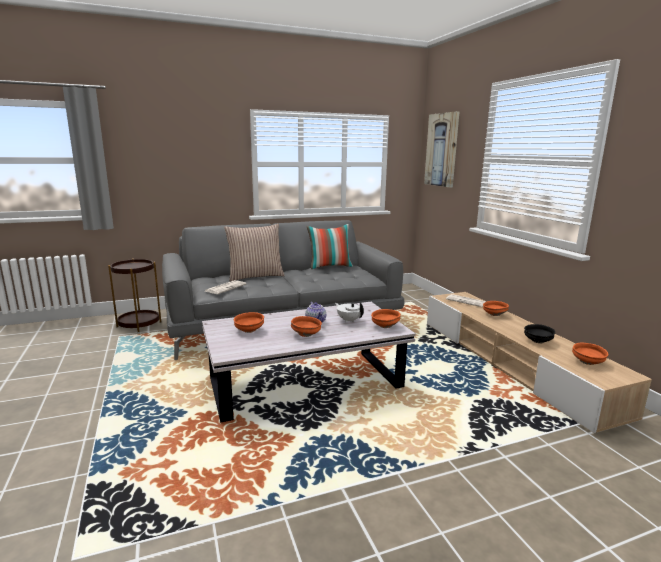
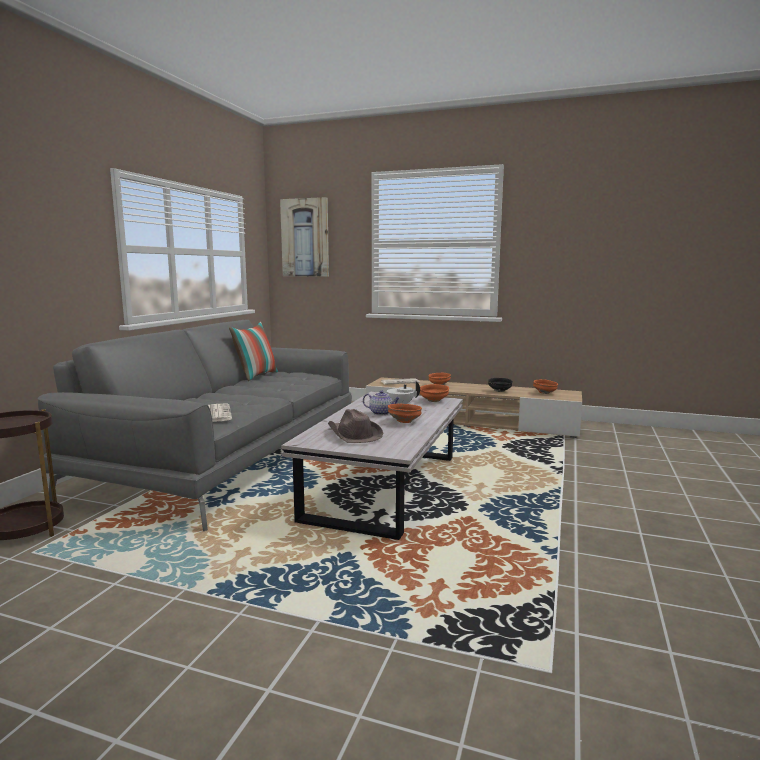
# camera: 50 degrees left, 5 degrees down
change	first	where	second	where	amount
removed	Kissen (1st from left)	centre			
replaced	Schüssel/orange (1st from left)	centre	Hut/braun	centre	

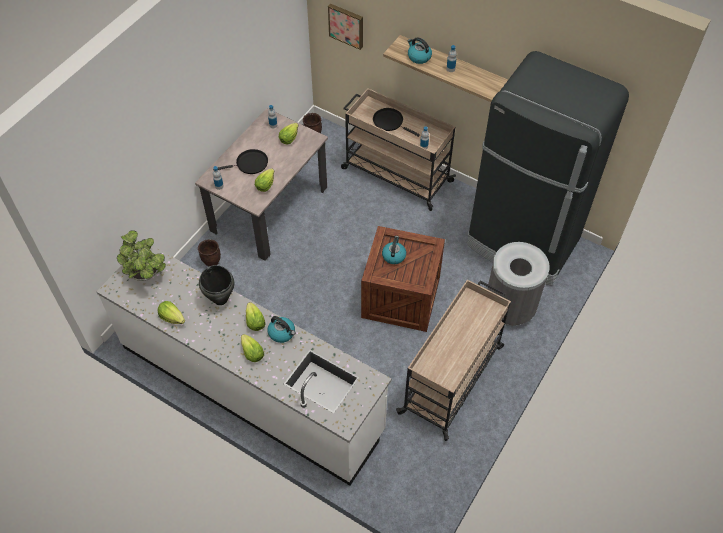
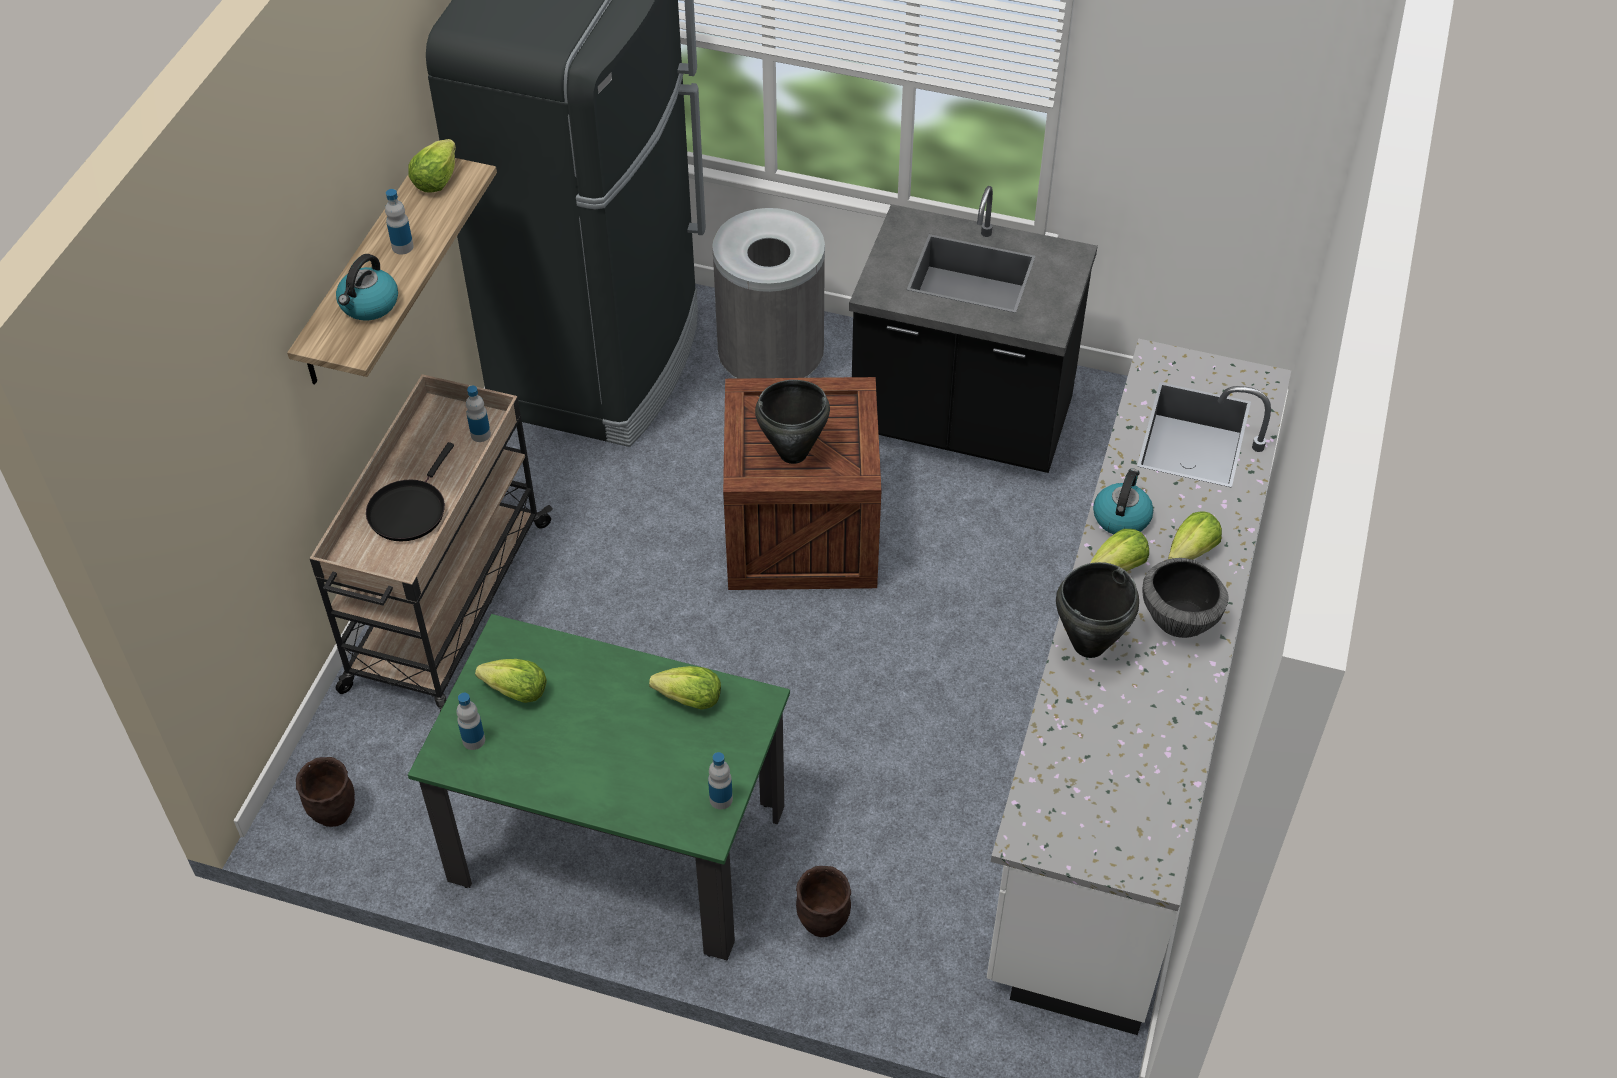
# camera: 105 degrees left, 5 degrees down
change	first	where	second	where	amount
removed	Topfpflanze	middle left			
moved	Salatkopf (1st from left)	middle left		top left	
recoloured	Esstisch/beige	centre	Esstisch/grün	bottom centre	
removed	Pfanne/schwarz (1st from left)	top left			
removed	Bild	top centre			
replaced	Wasserkessel (2nd from left)	centre	Kochtopf/schwarz (1st from left)	centre	
replaced	Rollwagen/beige (2nd from left)	bottom centre	Küchenzeile/schwarz	top centre	
added			Schüssel	middle right	

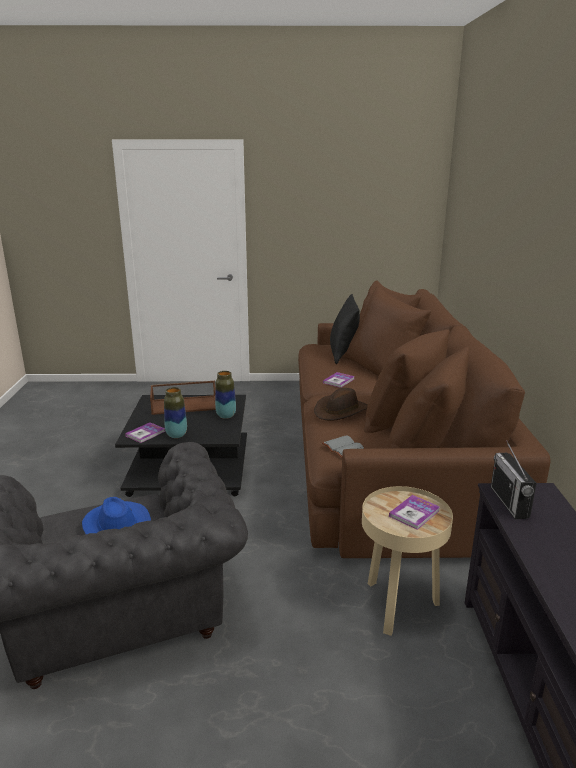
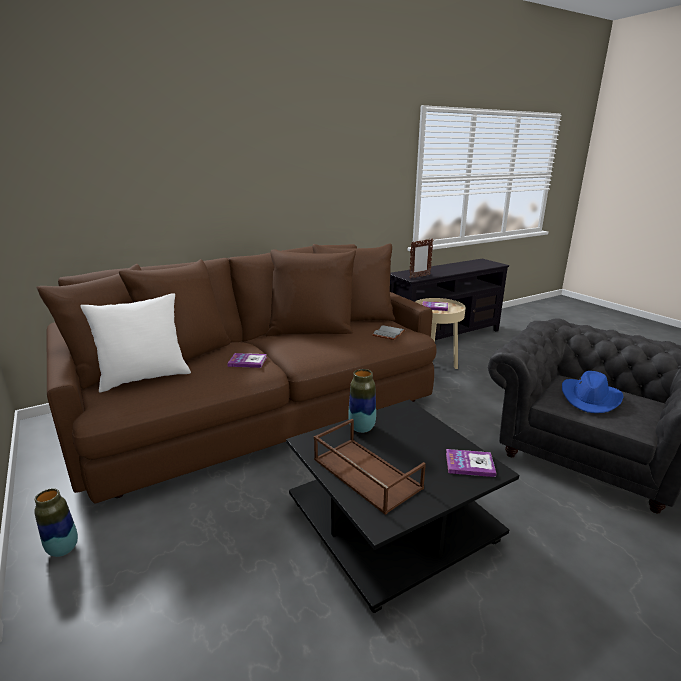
# camera: 120 degrees left, 0 degrees up
change	first	where	second	where	amount
moved	Vase (1st from left)	middle left		bottom left	
removed	Hut/braun	centre			
recoloured	Kissen/schwarz	centre	Kissen/weiß	middle left	
replaced	Radio	middle right	Bilderrahmen	centre	

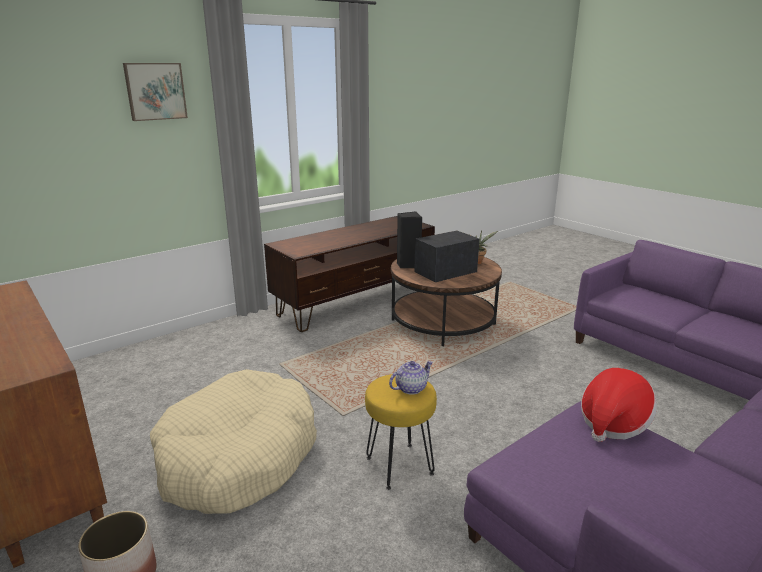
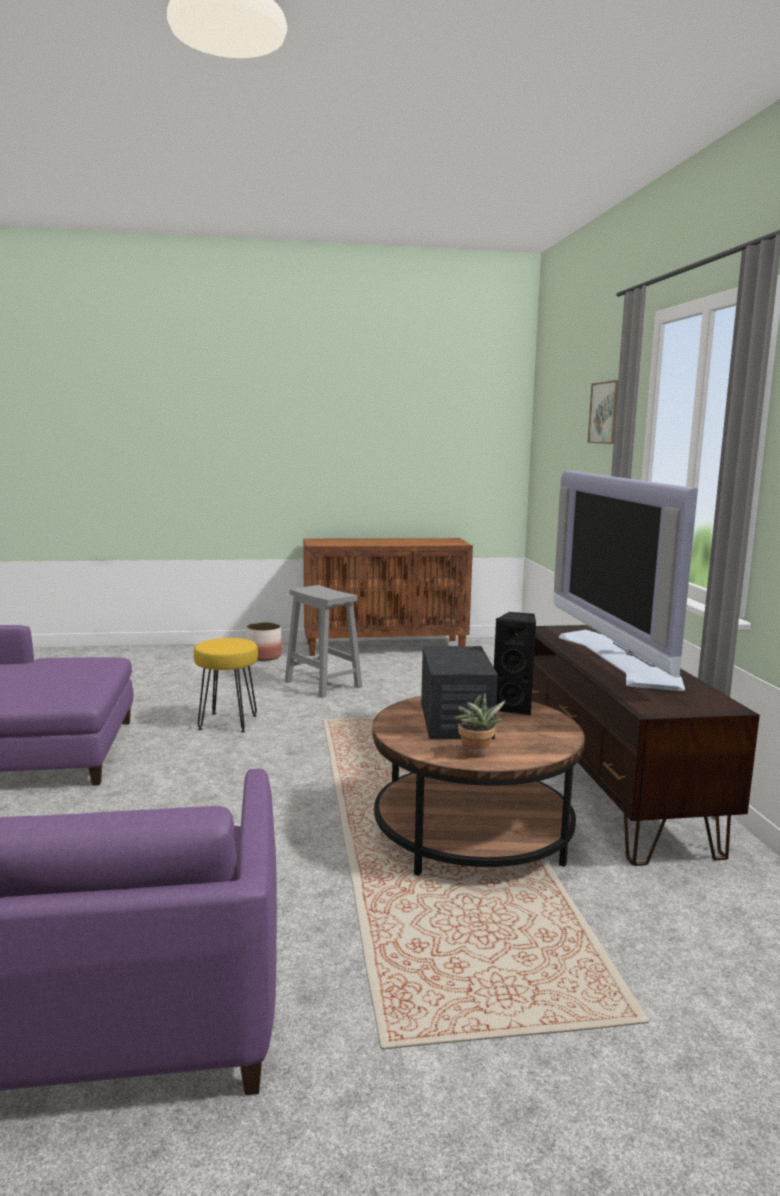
# camera: 120 degrees right, 10 degrees down
change	first	where	second	where	amount
replaced	Hundebett/beige	bottom left	Hocker/grau	centre	
removed	Teekanne	centre			
removed	Hut	bottom right			
added			Fernseher	middle right	

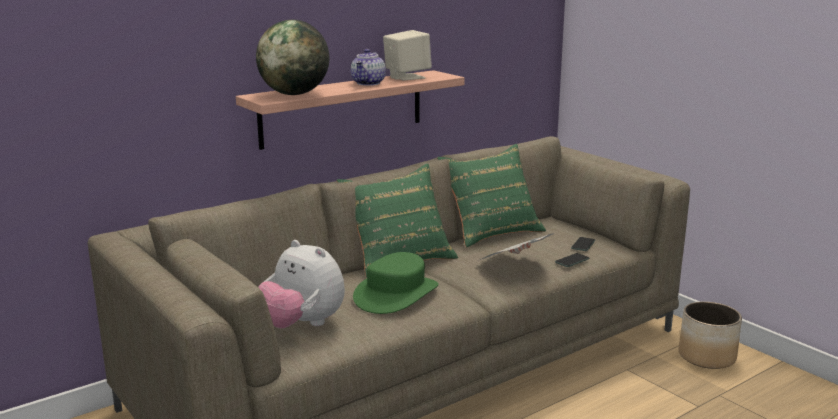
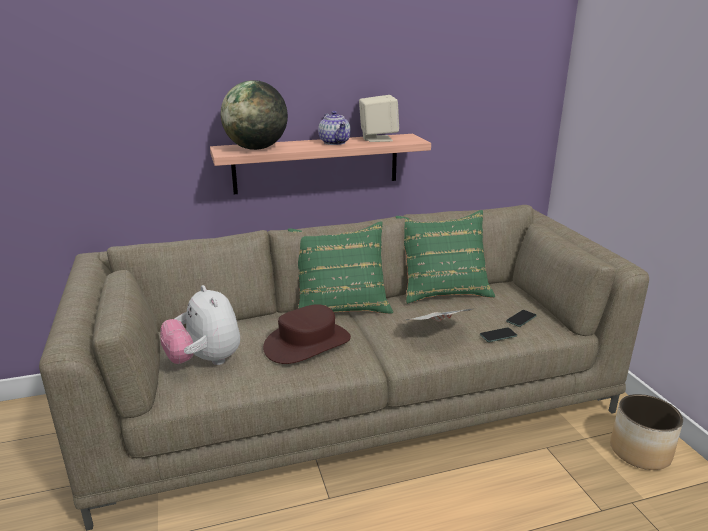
# camera: 20 degrees right, 5 degrees up
change	first	where	second	where	amount
turned	Teekanne	top centre		top centre	60 degrees counterclockwise
recoloured	Hut/grün	bottom centre	Hut/braun	centre	

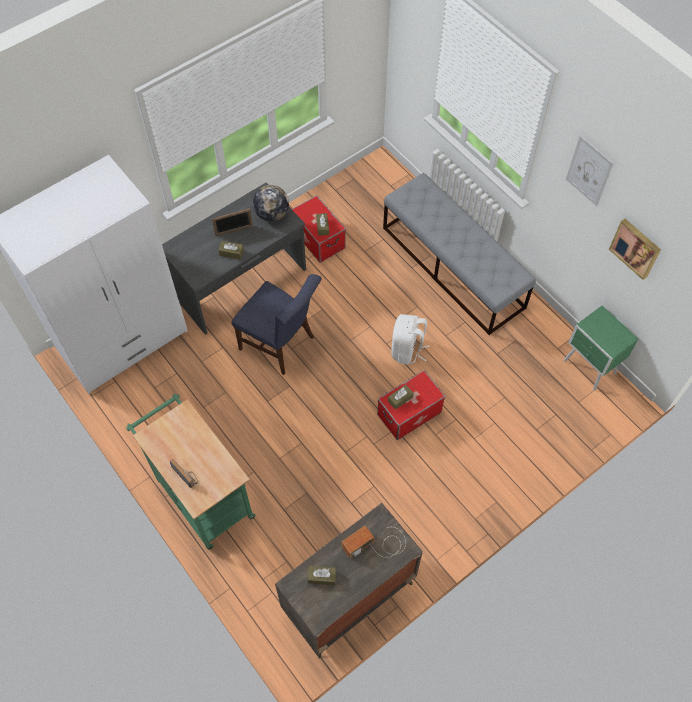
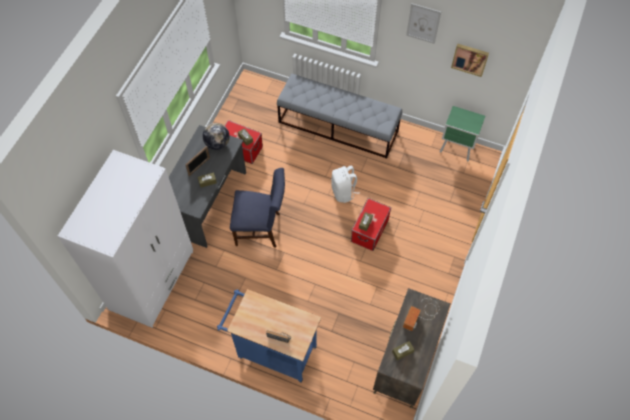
# camera: 30 degrees left, 0 degrees up
change	first	where	second	where	amount
recoloured	Rollwagen/grün	bottom left	Rollwagen/blau	bottom centre	

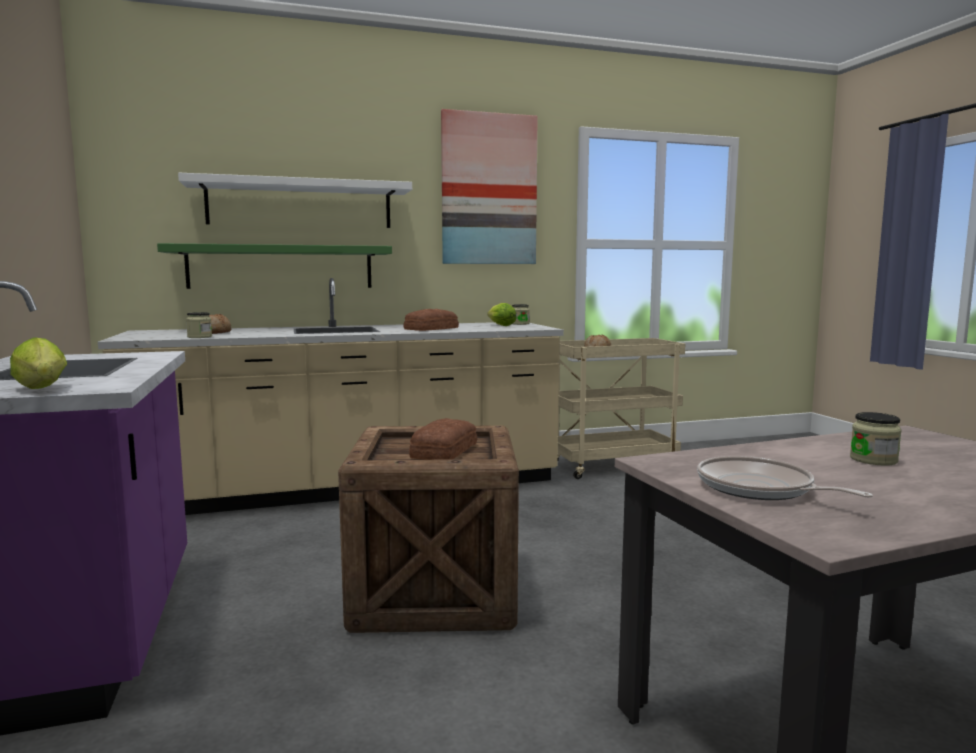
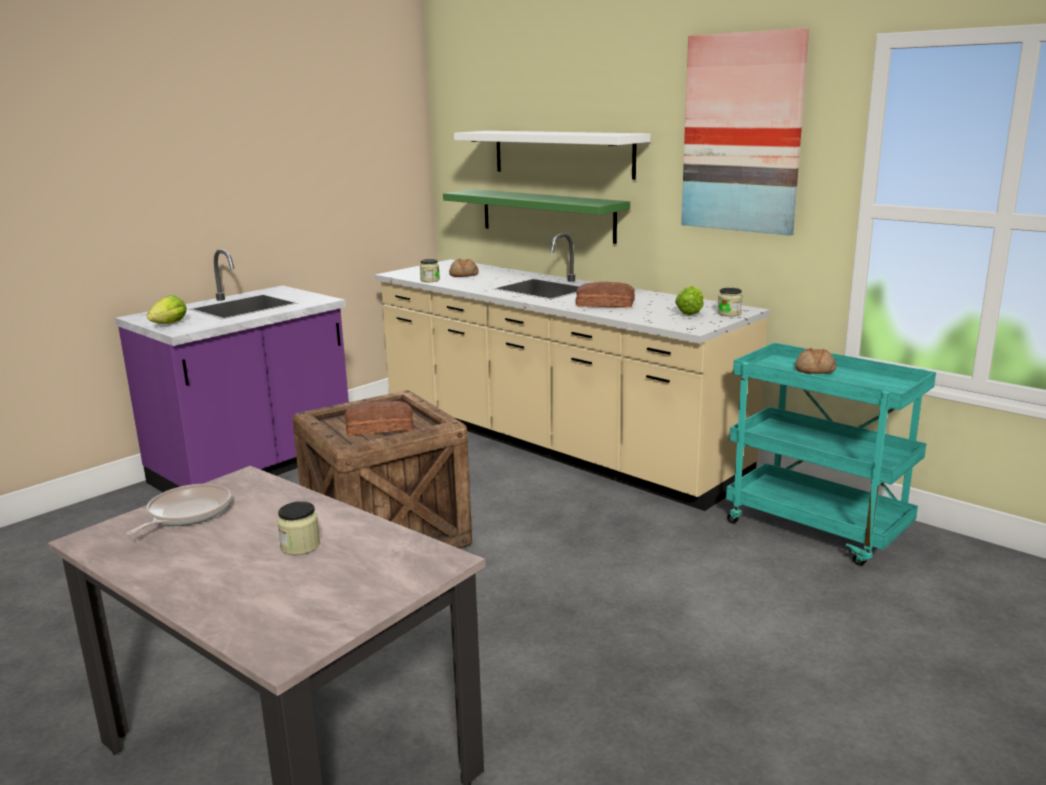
# camera: 60 degrees right, 10 degrees up
change	first	where	second	where	amount
recoloured	Rollwagen/beige	centre	Rollwagen/türkis	middle right	

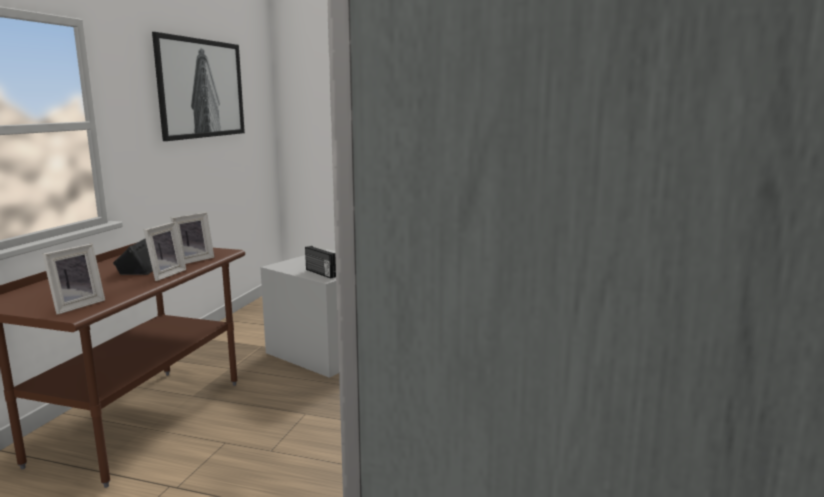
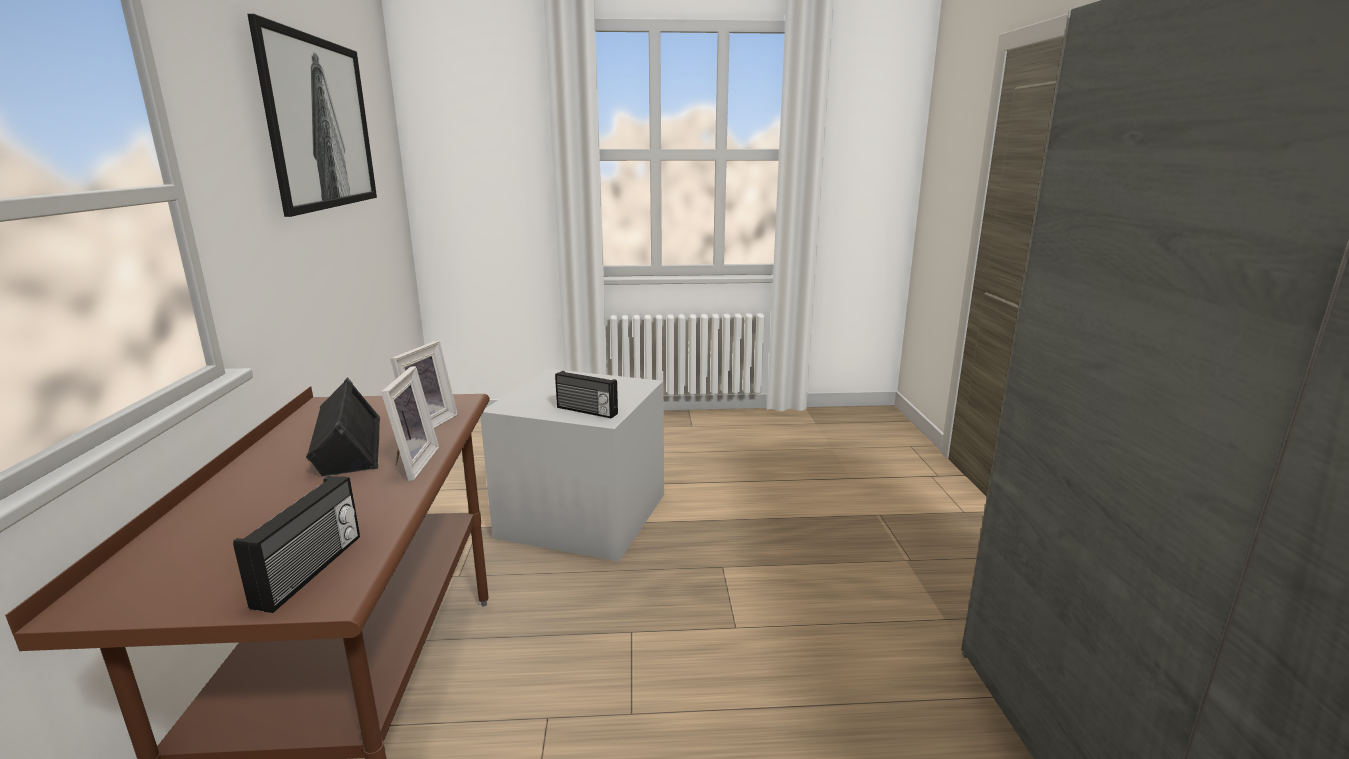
# camera: 20 degrees left, 5 degrees up
change	first	where	second	where	amount
replaced	Bilderrahmen (1st from left)	middle left	Radio (1st from left)	bottom left	

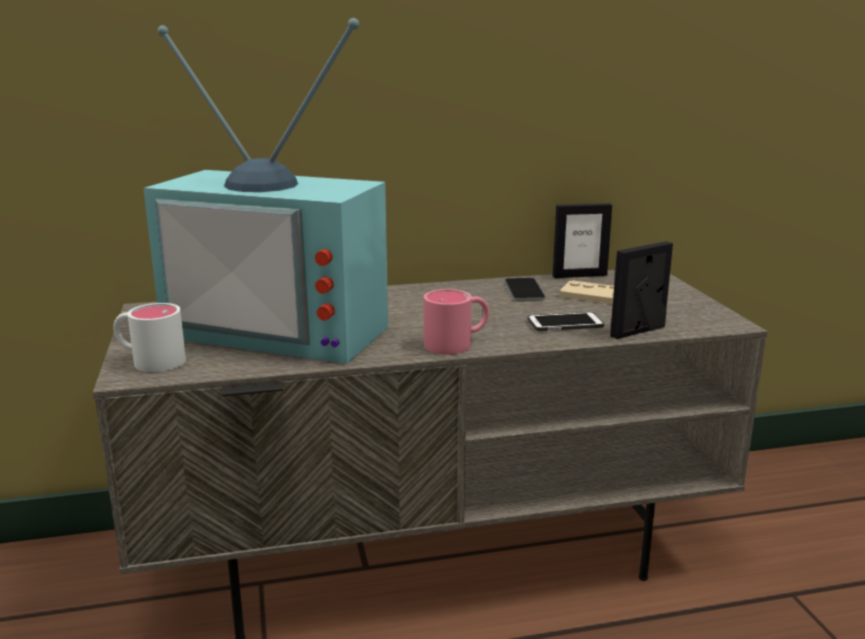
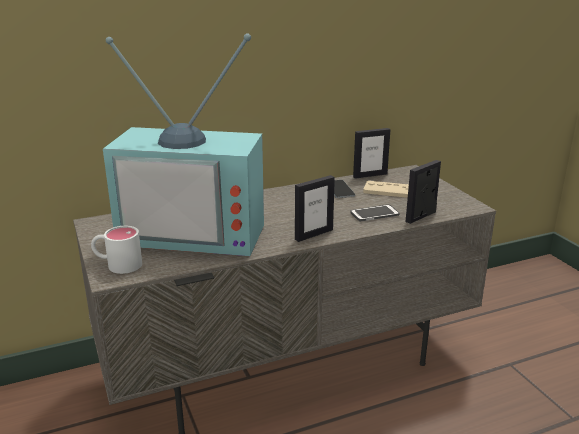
# camera: 10 degrees left, 5 degrees up
change	first	where	second	where	amount
replaced	Henkelbecher/rosa	centre	Bilderrahmen (1st from left)	centre	

